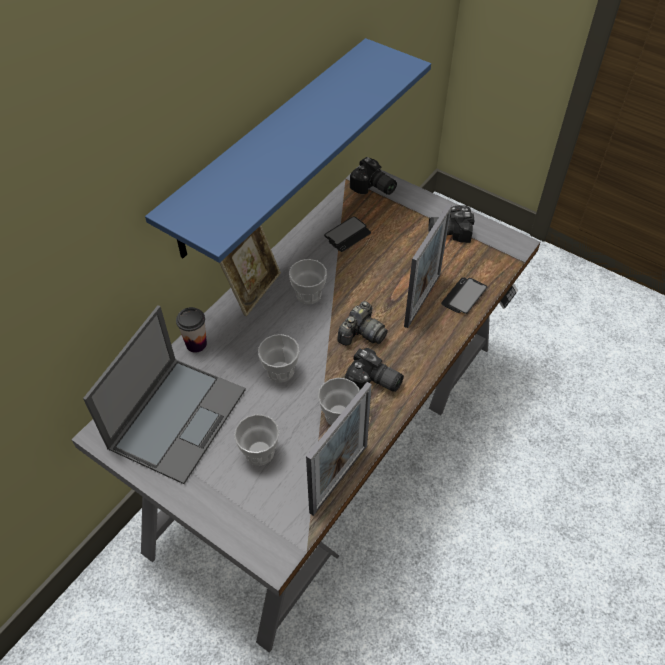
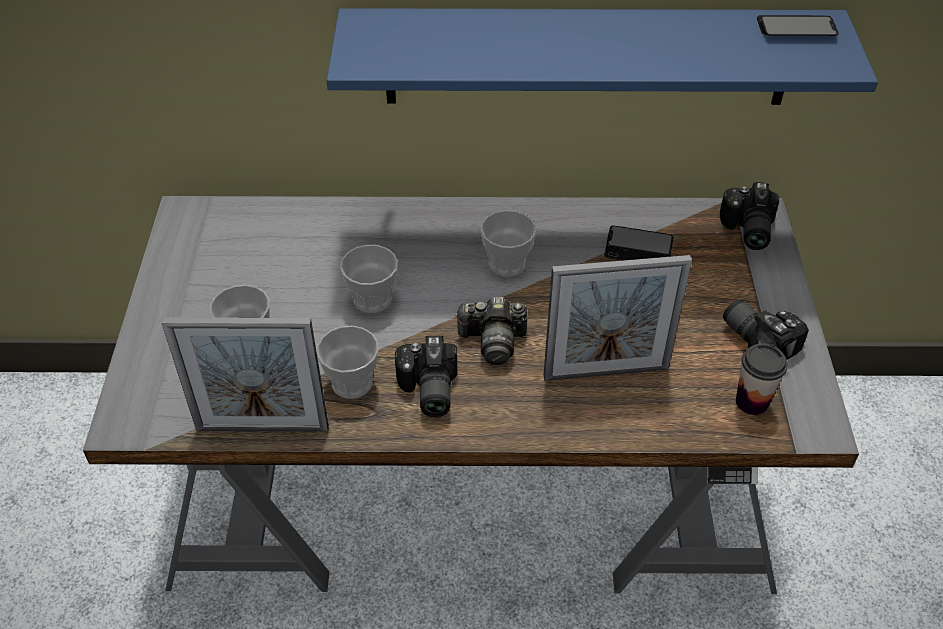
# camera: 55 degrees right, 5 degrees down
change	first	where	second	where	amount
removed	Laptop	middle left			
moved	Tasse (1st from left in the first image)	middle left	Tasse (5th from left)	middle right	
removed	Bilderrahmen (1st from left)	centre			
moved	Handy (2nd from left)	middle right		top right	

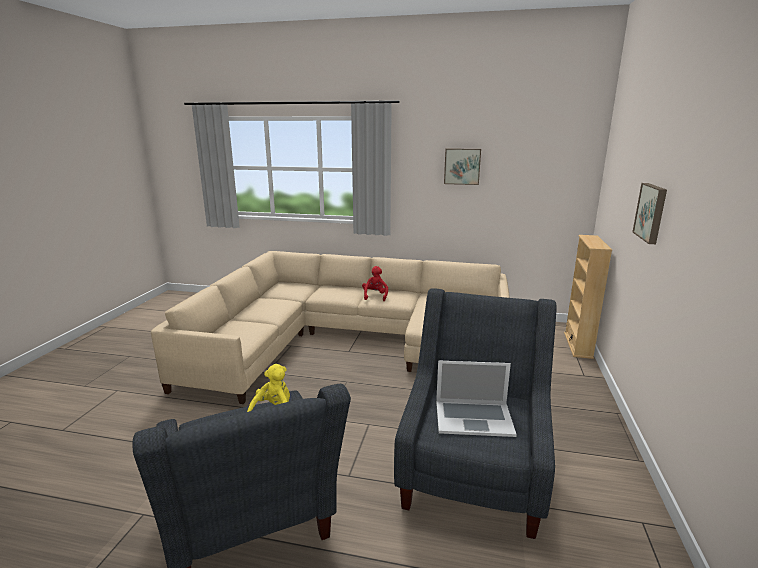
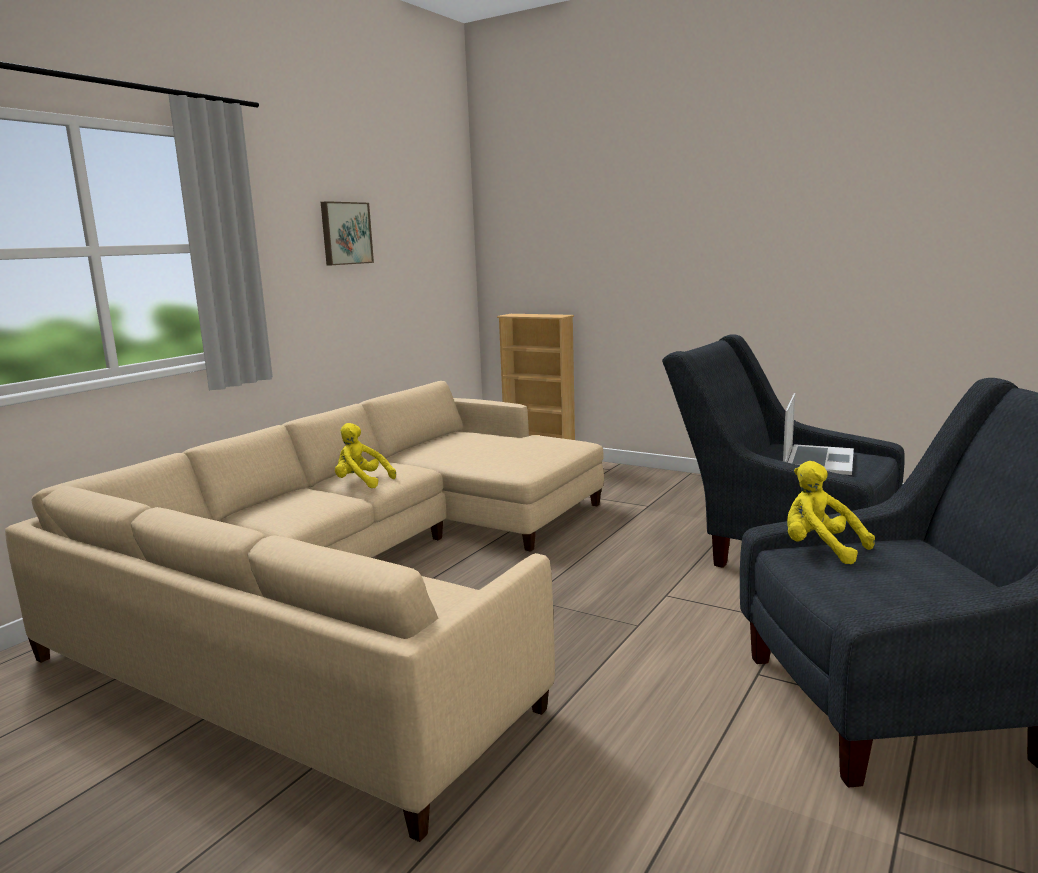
# camera: 70 degrees left, 5 degrees down
change	first	where	second	where	amount
recoloured	Plüschtier/rot	centre	Plüschtier/gelb (1st from left)	centre	
removed	Bild (2nd from left)	middle right			

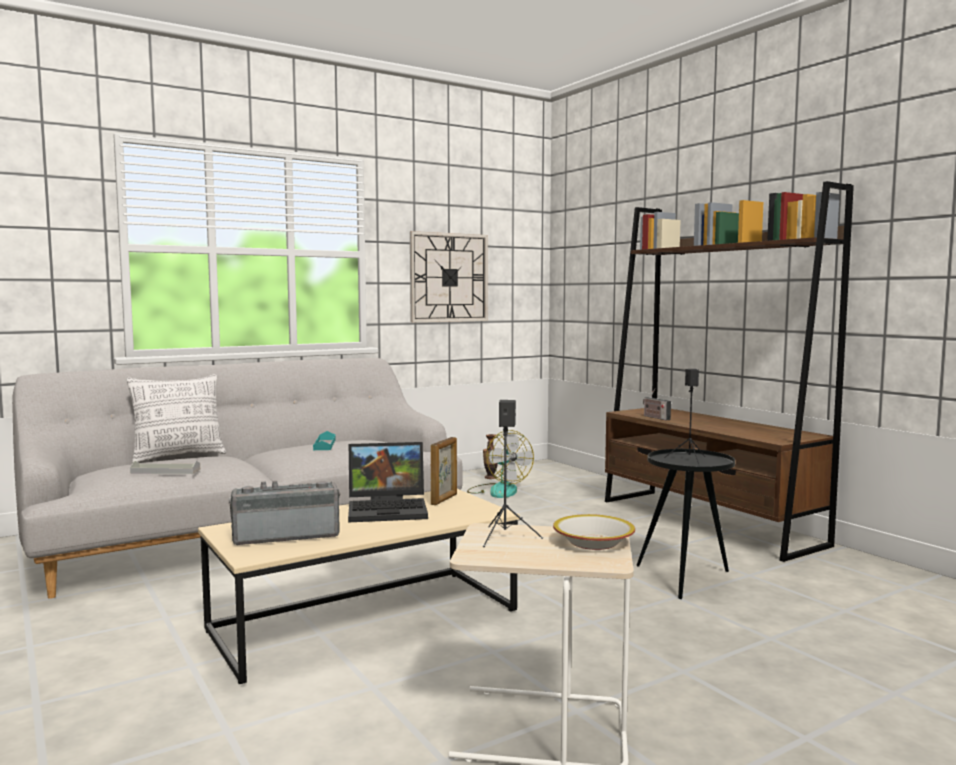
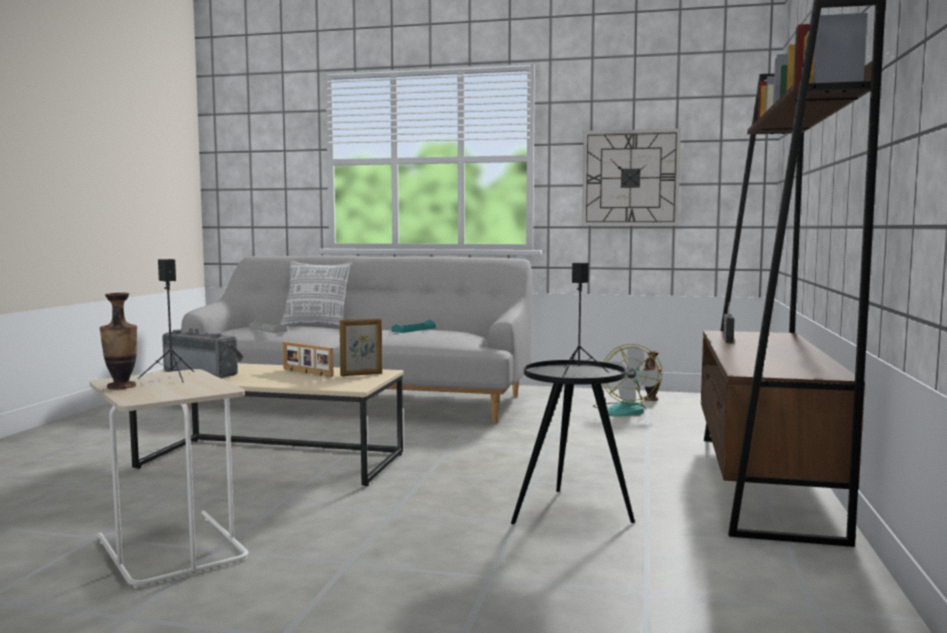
# camera: 45 degrees right, 0 degrees up
change	first	where	second	where	amount
replaced	Laptop	centre	Bilderrahmen (1st from left)	middle left	
removed	Schüssel	bottom centre			
added			Vase (1st from left)	middle left	

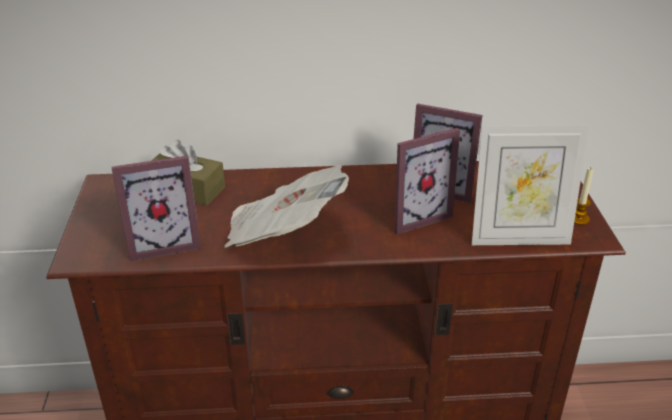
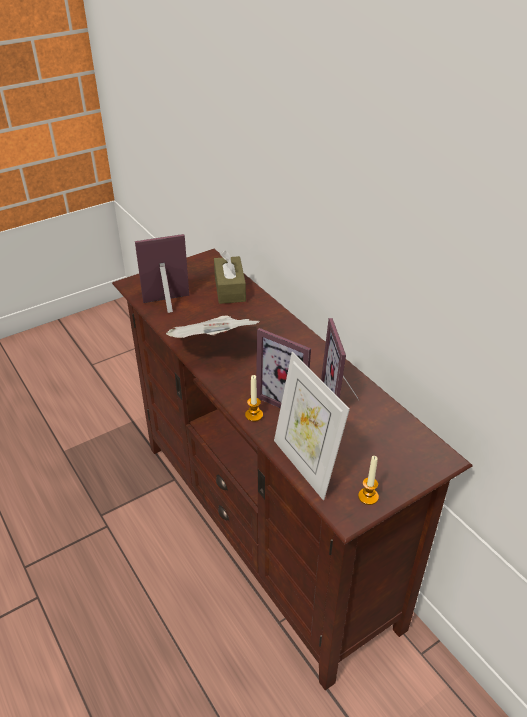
# camera: 60 degrees right, 5 degrees up
change	first	where	second	where	amount
turned	Bilderrahmen (1st from left)	middle left		middle left	120 degrees clockwise
added			Kerze (1st from left)	centre	

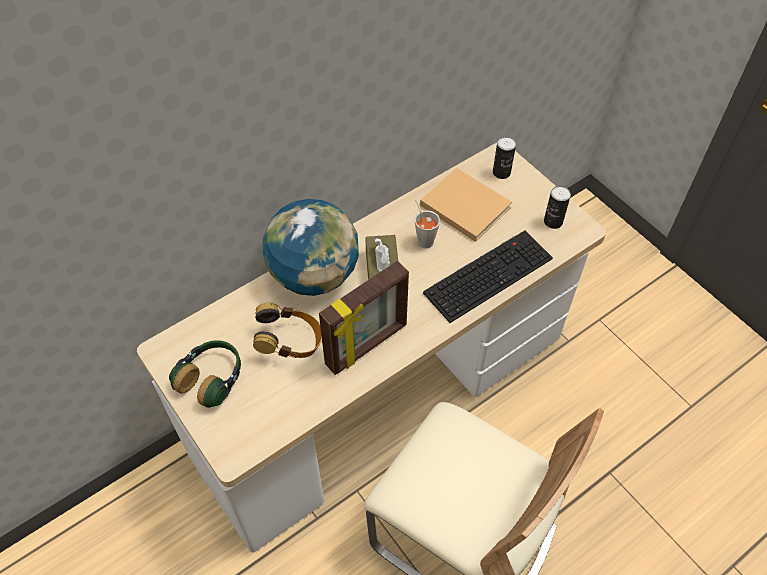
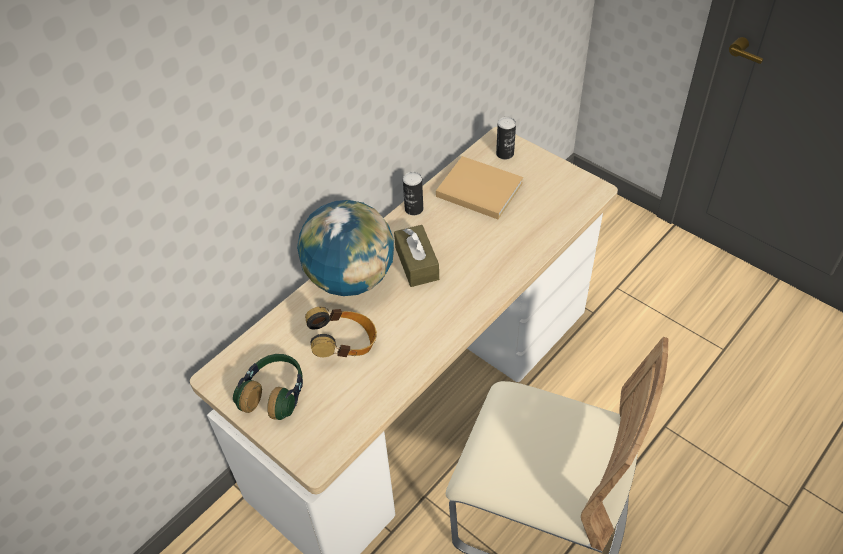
# camera: 10 degrees left, 5 degrees down
change	first	where	second	where	amount
removed	Bilderrahmen	centre			
removed	Tasse/grau	centre			
removed	Tastatur	centre			
moved	Dose (2nd from left in the first image)	middle right	Dose (1st from left)	centre	

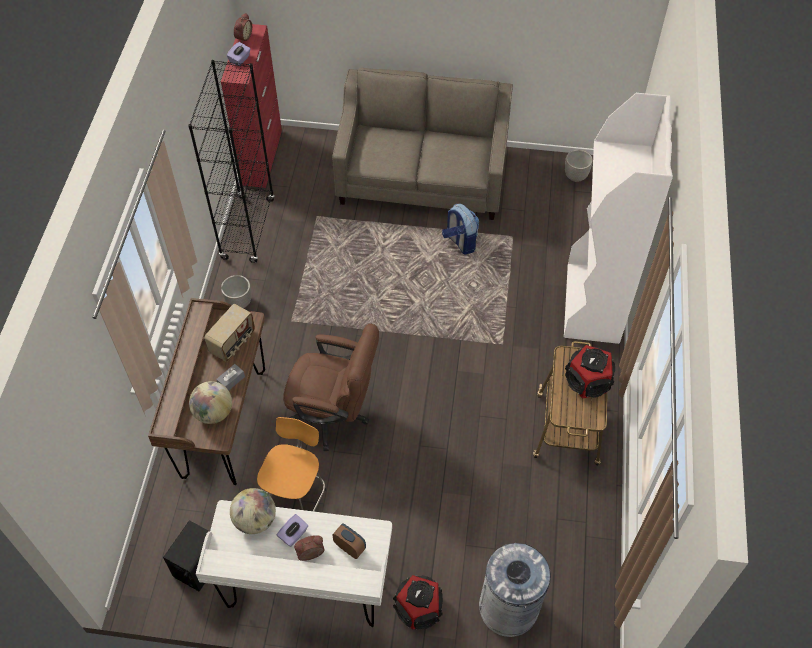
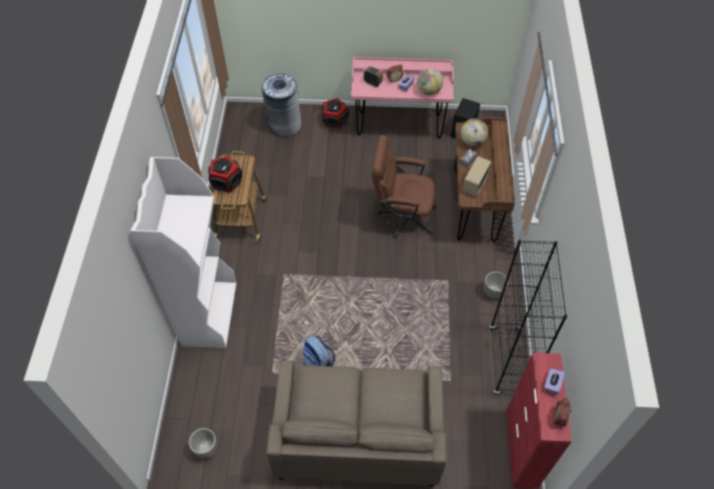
# camera: 175 degrees right, 0 degrees up
change	first	where	second	where	amount
recoloured	Schreibtisch/weiß	bottom centre	Schreibtisch/rosa	top centre	
removed	Hocker/orange	bottom centre			

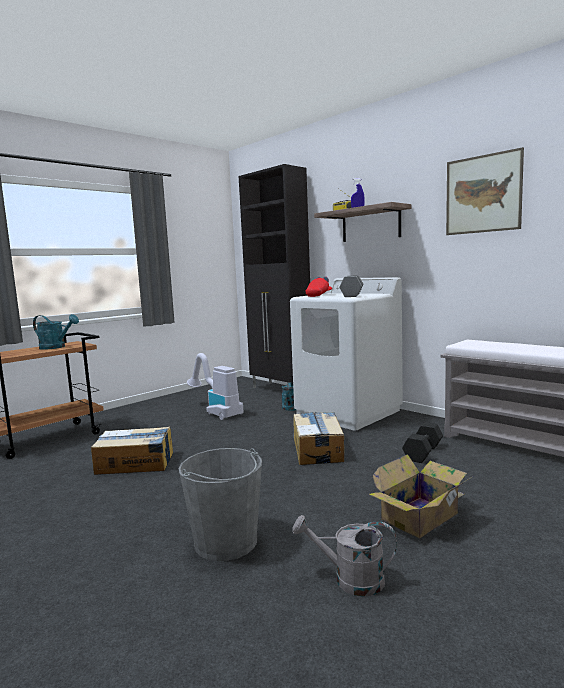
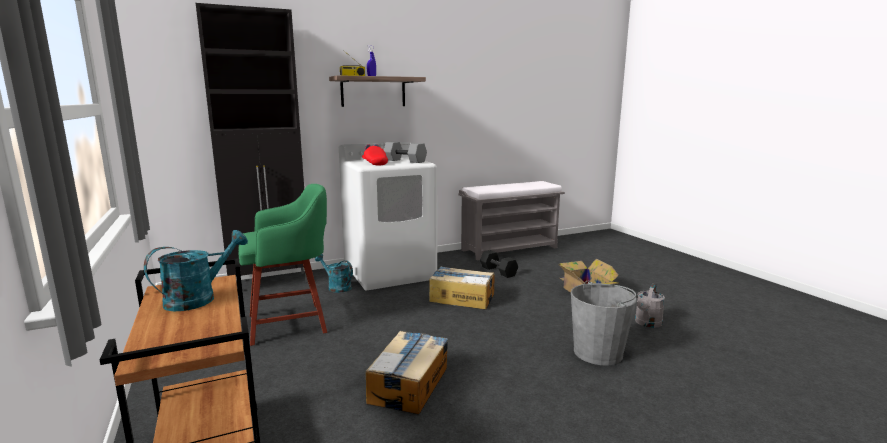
# camera: 70 degrees left, 5 degrees up
change	first	where	second	where	amount
replaced	Staubsauger	centre	Hocker/grün	middle left	
removed	Bild	top right			

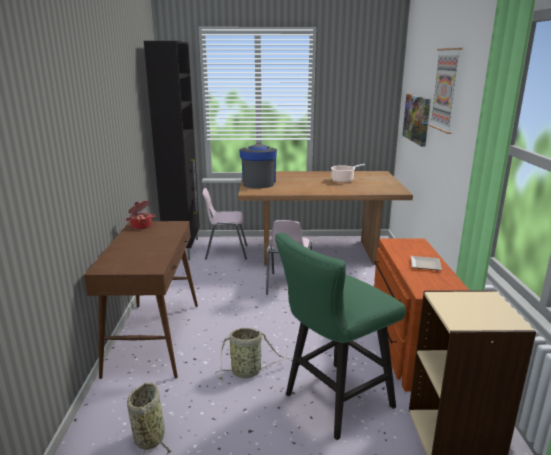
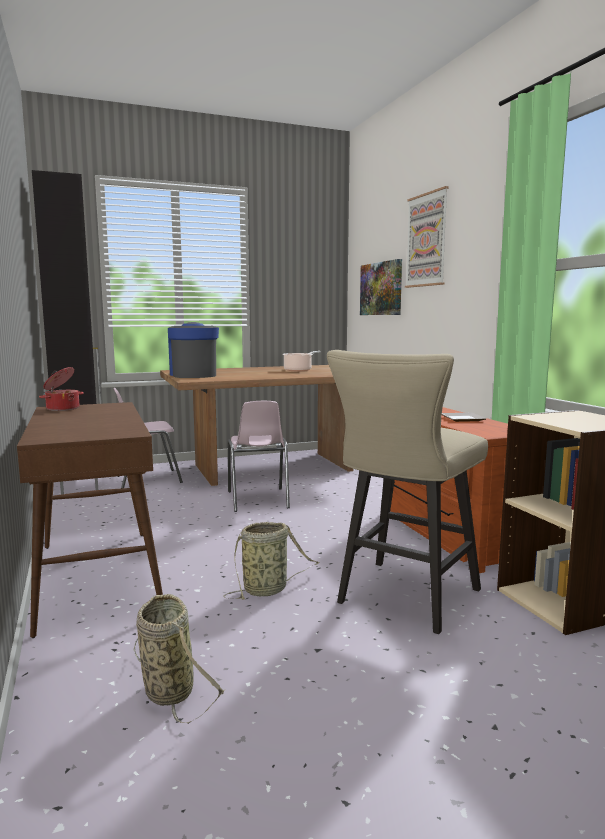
# camera: 20 degrees left, 10 degrees down
change	first	where	second	where	amount
recoloured	Hocker/grün	bottom centre	Hocker/beige	middle right	

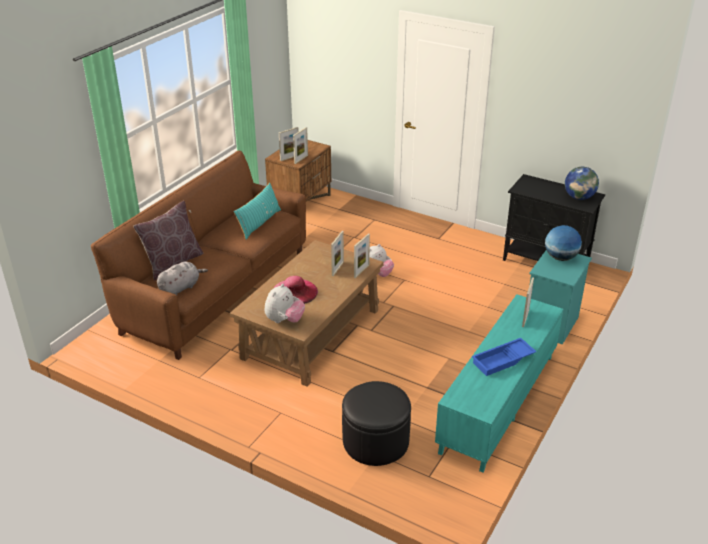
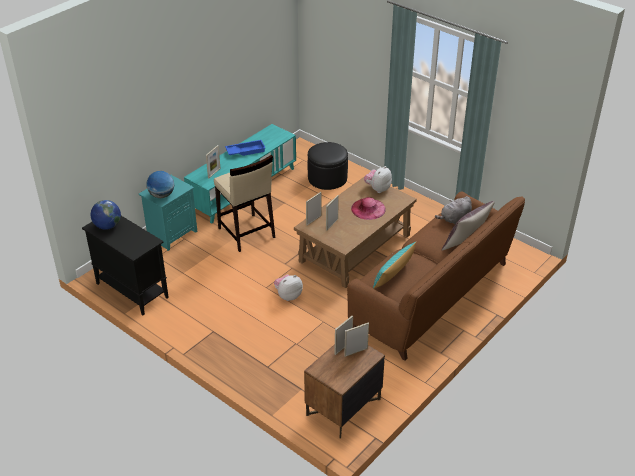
# camera: 170 degrees left, 5 degrees up
change	first	where	second	where	amount
added			Hocker/beige	centre	

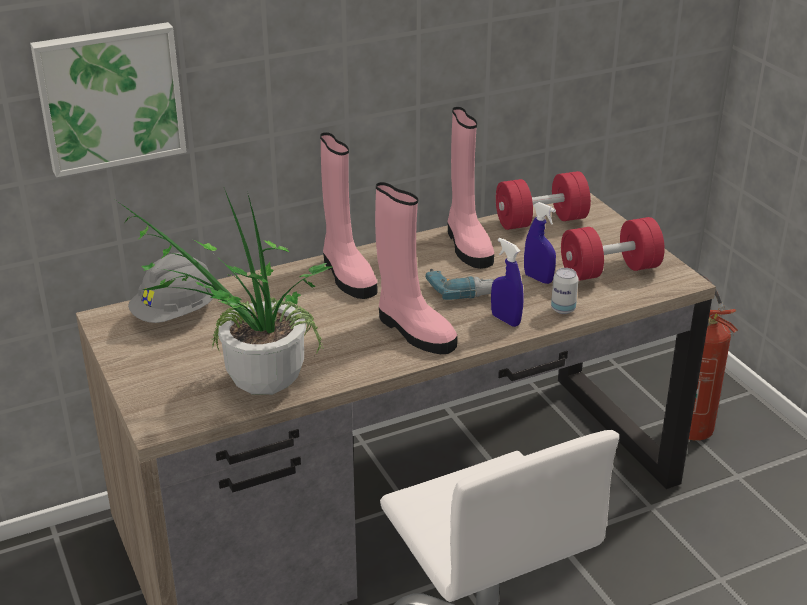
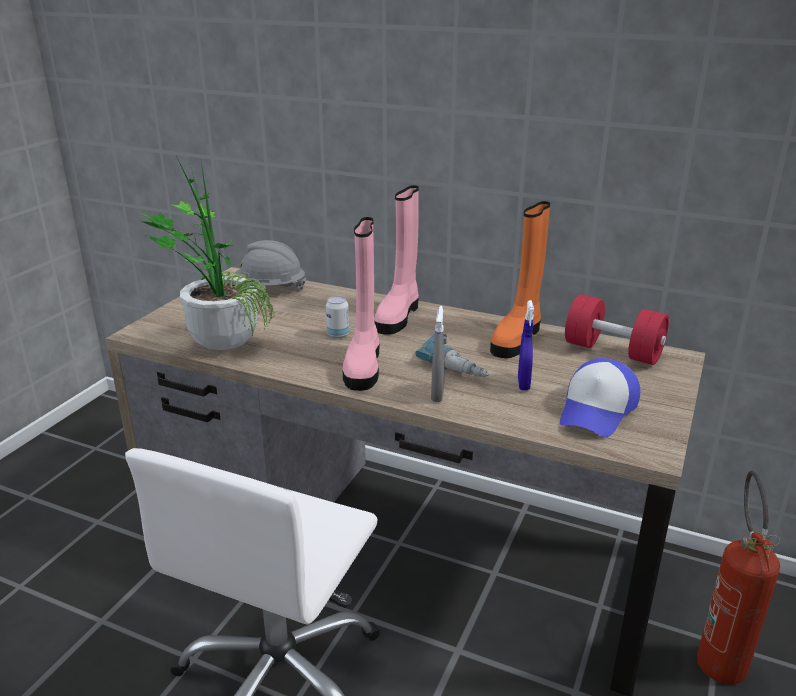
# camera: 50 degrees right, 5 degrees down
change	first	where	second	where	amount
removed	Bild	top left			
recoloured	Stiefel/rosa (3rd from left)	top centre	Stiefel/orange	centre	
recoloured	Sprühflasche/blau (1st from left)	centre	Sprühflasche/grau	centre	
moved	Dose	middle right		centre	
replaced	Hantel/rot (2nd from left)	middle right	Kappe	middle right	

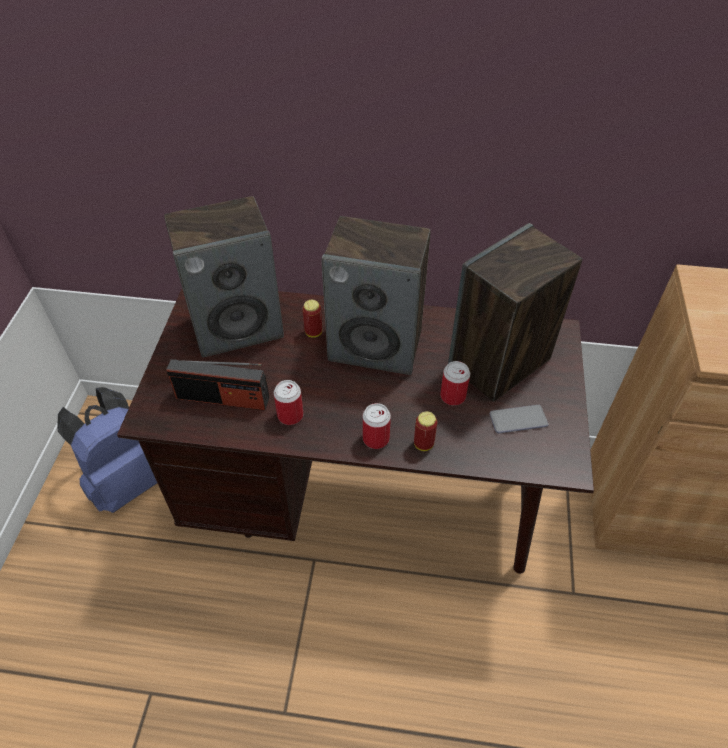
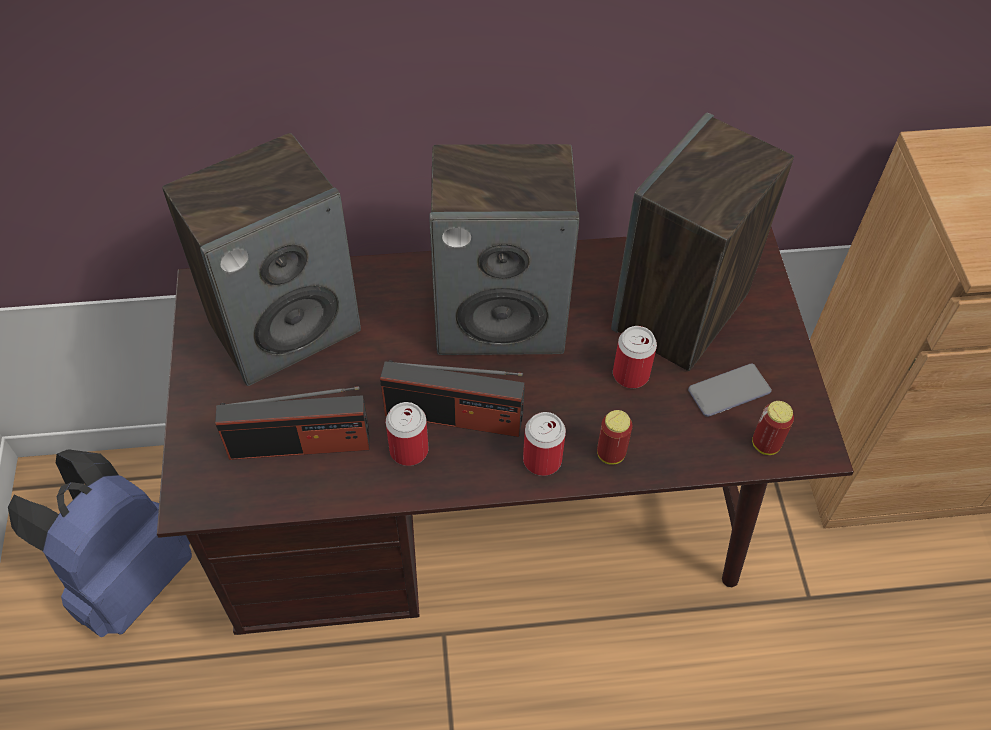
# camera: 15 degrees left, 5 degrees up
change	first	where	second	where	amount
moved	Dose (2nd from left in the first image)	centre	Dose (5th from left)	middle right	
added			Radio (2nd from left)	centre	

